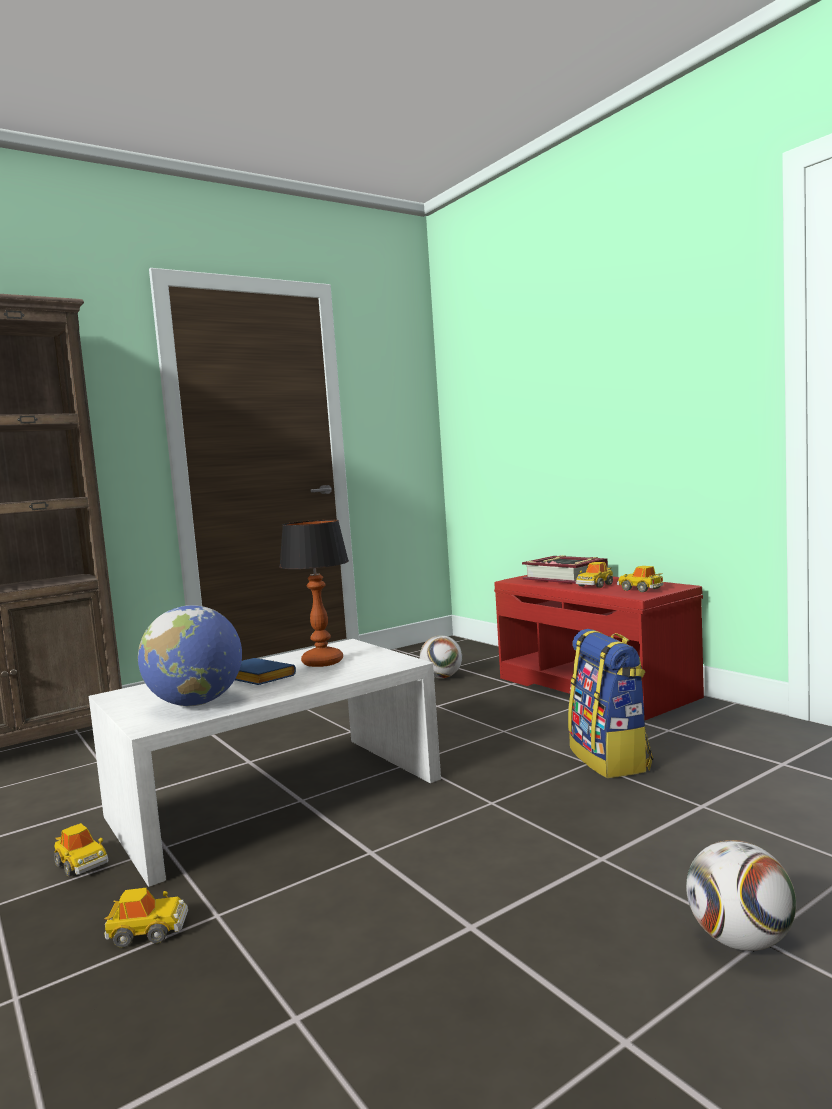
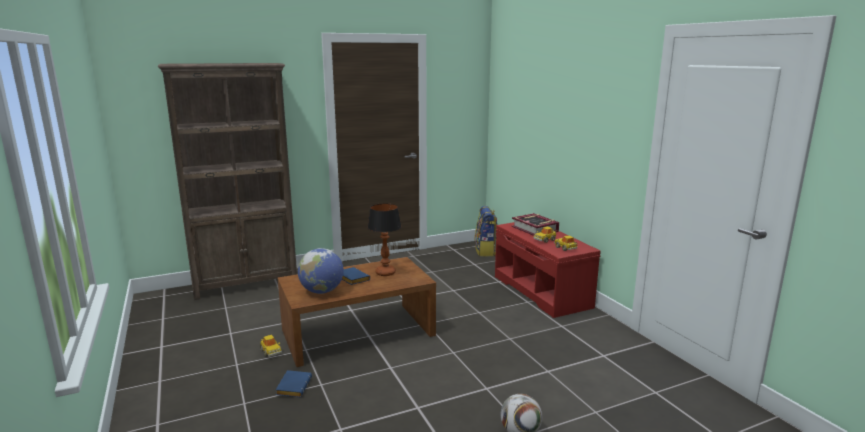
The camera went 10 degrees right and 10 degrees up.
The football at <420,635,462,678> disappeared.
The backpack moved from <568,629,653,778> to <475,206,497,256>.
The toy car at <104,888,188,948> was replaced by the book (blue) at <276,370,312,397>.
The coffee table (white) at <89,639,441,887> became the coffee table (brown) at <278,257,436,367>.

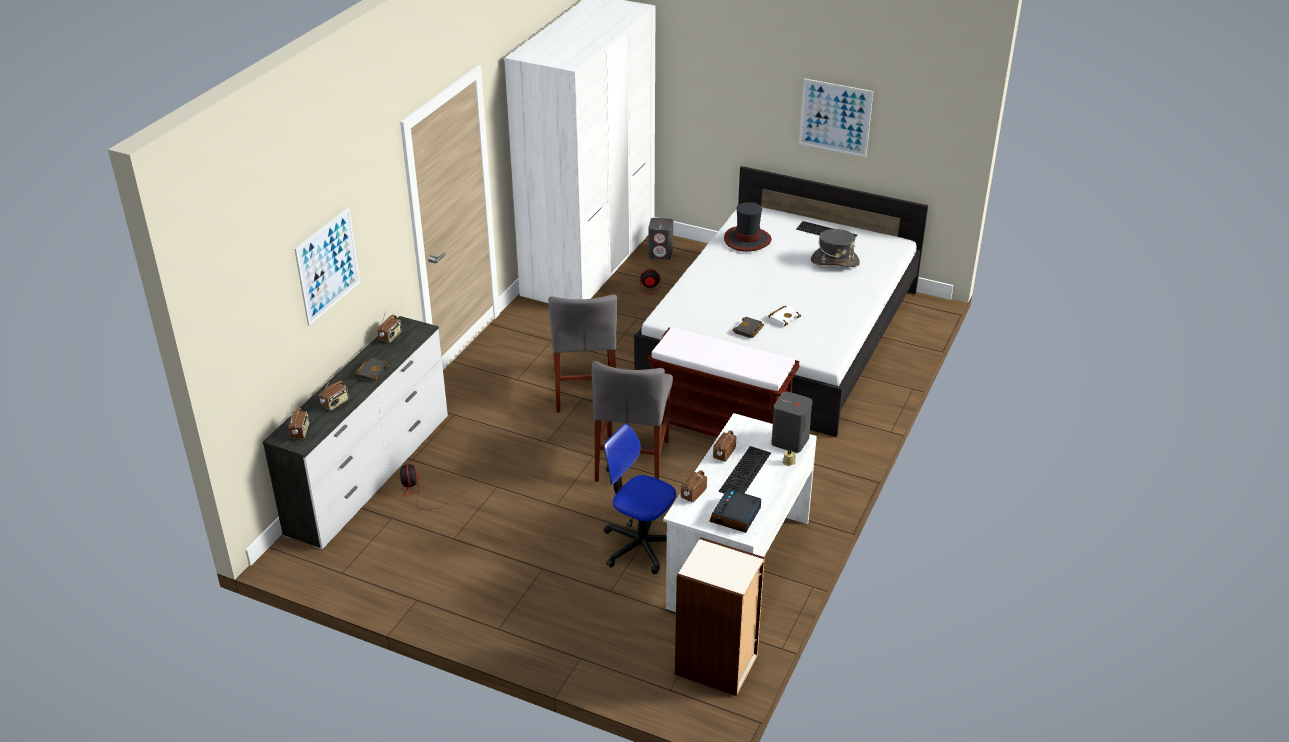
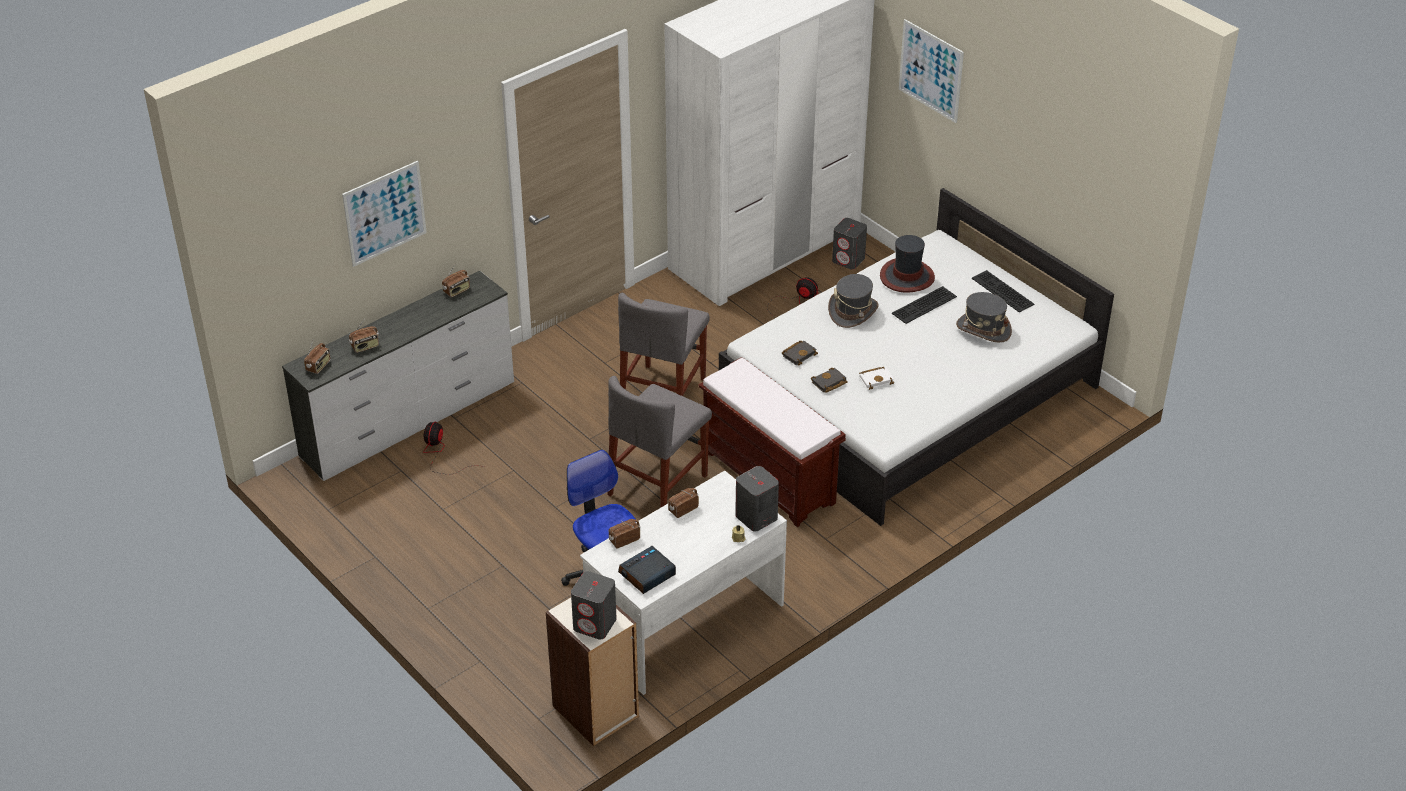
The camera went 25 degrees right and 5 degrees up.
The speaker (grey) at <571,571,617,640> appeared.
The hat (grey) at <828,274,879,328> appeared.
The book (black) moved from <354,358,390,382> to <782,341,818,366>.
The keyboard moved from <719,446,771,493> to <892,286,957,324>.
The picture moved from <799,78,873,157> to <899,19,964,123>.

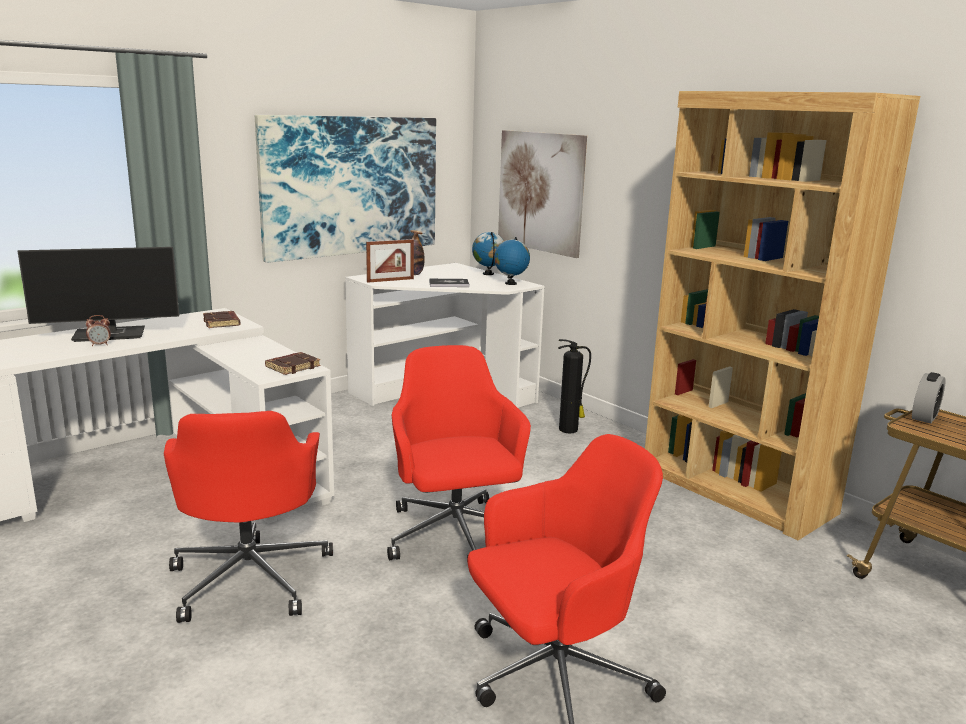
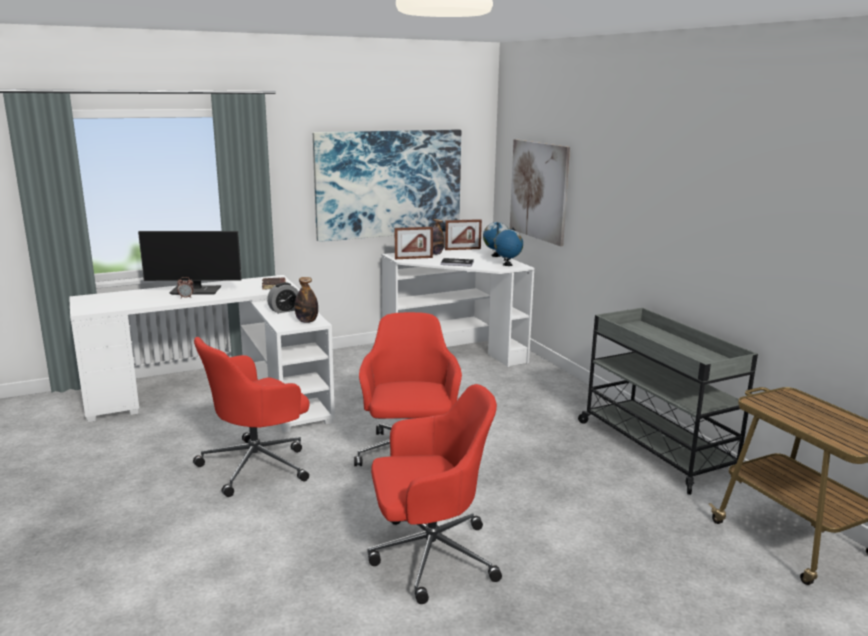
The camera went 15 degrees right and 0 degrees up.
The fire extinguisher at <558,339,591,433> disappeared.
The picture frame at <445,219,482,250> appeared.
The alarm clock moved from <912,372,946,423> to <267,282,299,314>.
The book (brown) at <265,352,321,375> was replaced by the bottle at <295,277,318,323>.
The bookcase (brown) at <645,91,920,540> was replaced by the cart (grey) at <578,308,758,495>.
The office chair (red) at <164,411,333,623> turned 45 degrees clockwise.

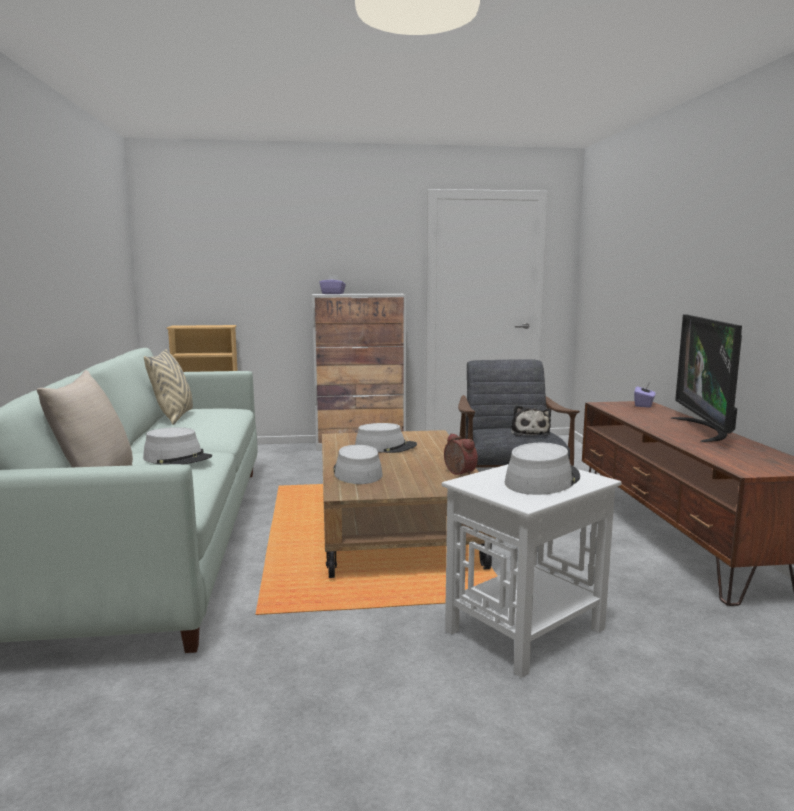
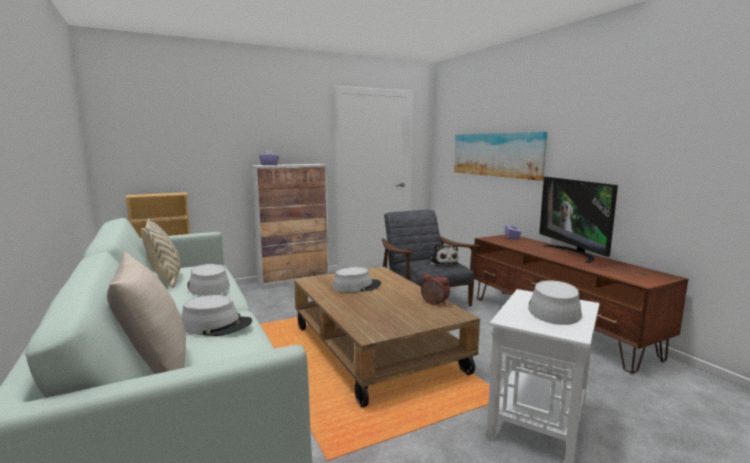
The camera went 20 degrees left and 0 degrees up.
The picture at <454,132,547,181> appeared.
The hat (grey) moved from <333,445,383,484> to <187,264,230,296>.

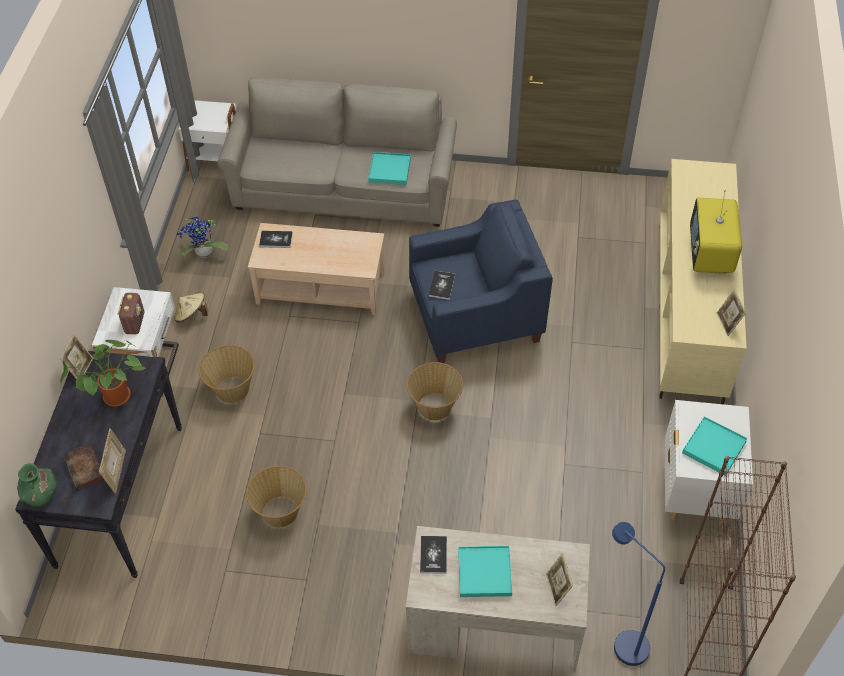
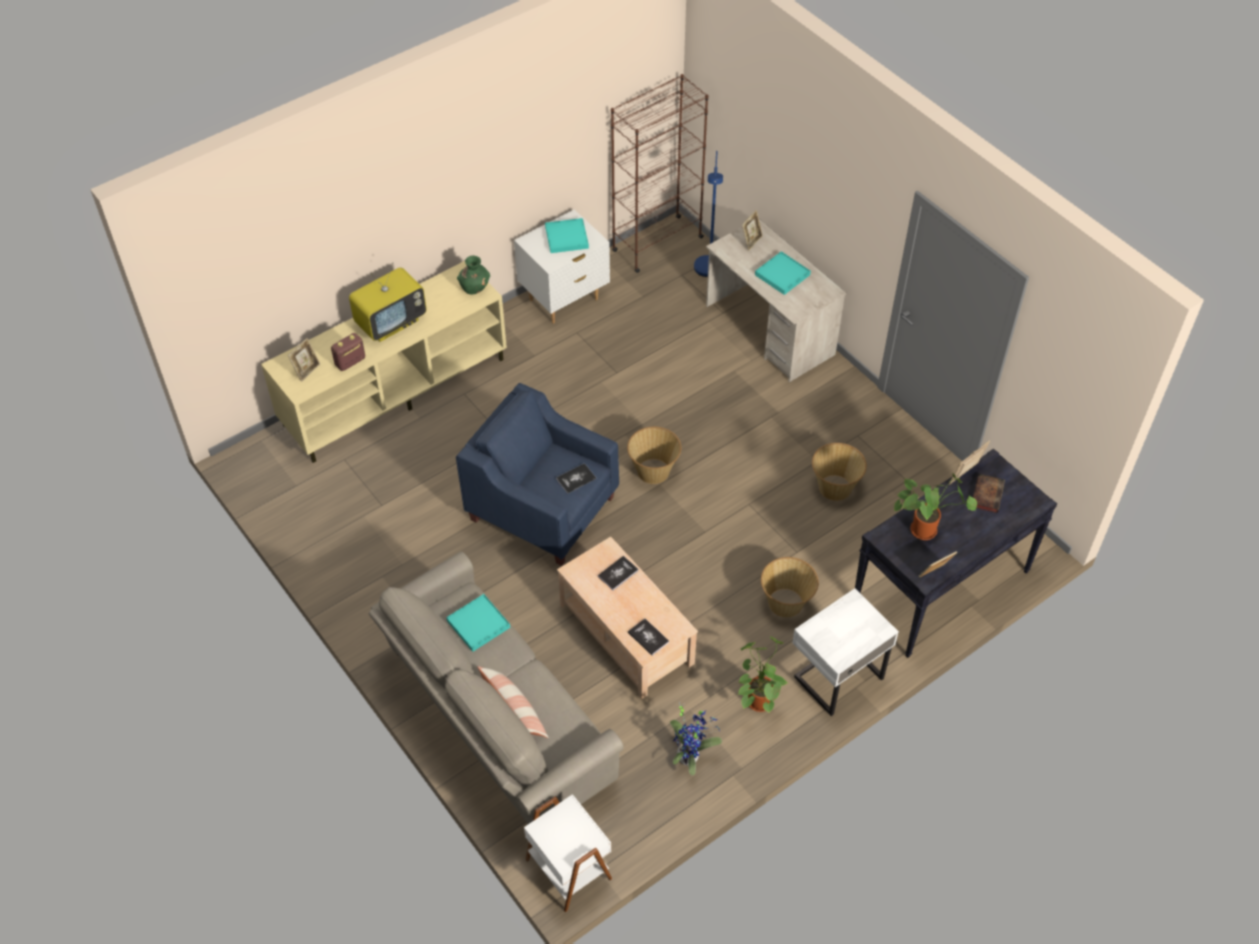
The camera went 135 degrees left and 0 degrees up.
The pillow at <477,666,549,738> appeared.
The vase (green) moved from <17,463,57,507> to <457,256,490,294>.
The radio moved from <117,293,144,334> to <331,333,365,371>.
The book moved from <420,536,447,574> to <598,556,639,590>.
The picture frame moved from <717,289,746,336> to <288,338,320,382>.
The hat (beige) at <175,293,208,322> was replaced by the potted plant at <738,636,788,712>.

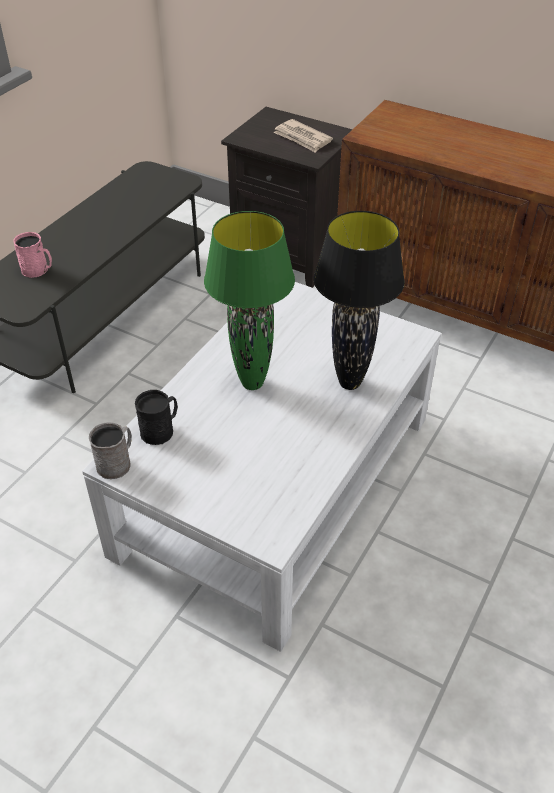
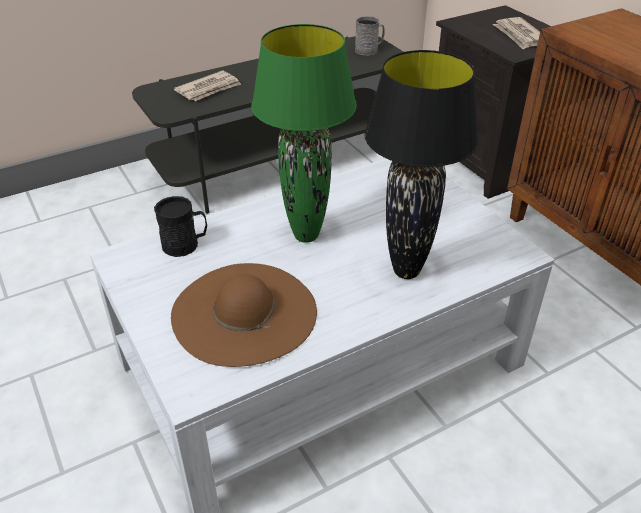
The camera went 30 degrees right and 5 degrees down.
The hat (brown) at <171,263,317,367> appeared.
The mug (grey) moved from <89,422,132,479> to <355,16,385,56>.
The mug (pink) at <13,232,52,278> was replaced by the newspaper at <174,71,241,101>.

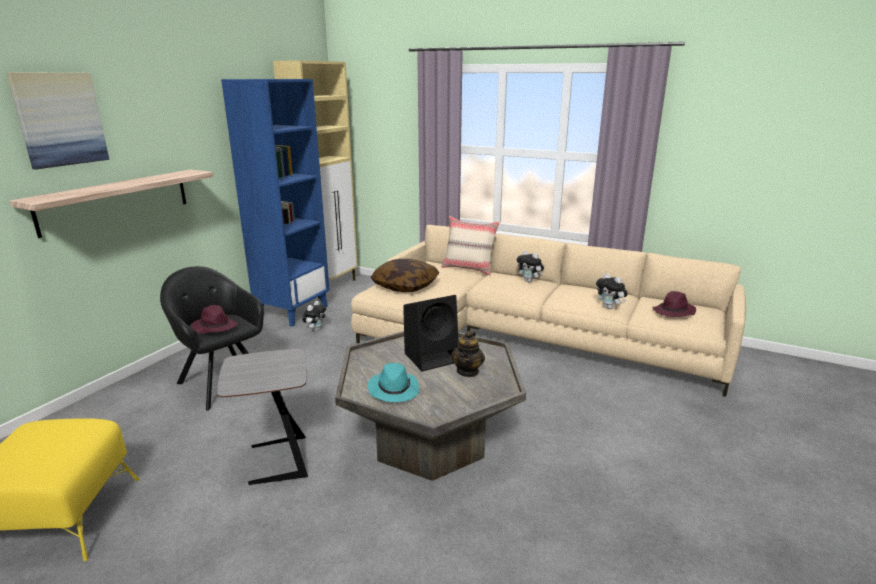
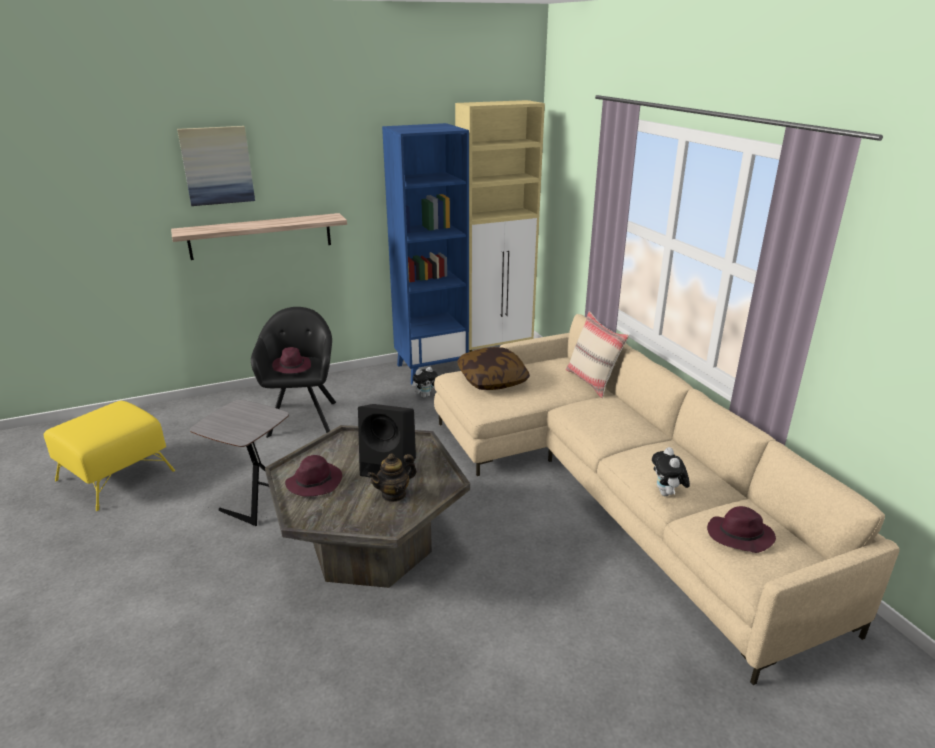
The camera went 40 degrees right and 5 degrees up.
The plush toy at <517,250,544,282> disappeared.
The hat (turquoise) at <368,363,419,402> became the hat (purple) at <285,455,342,497>.

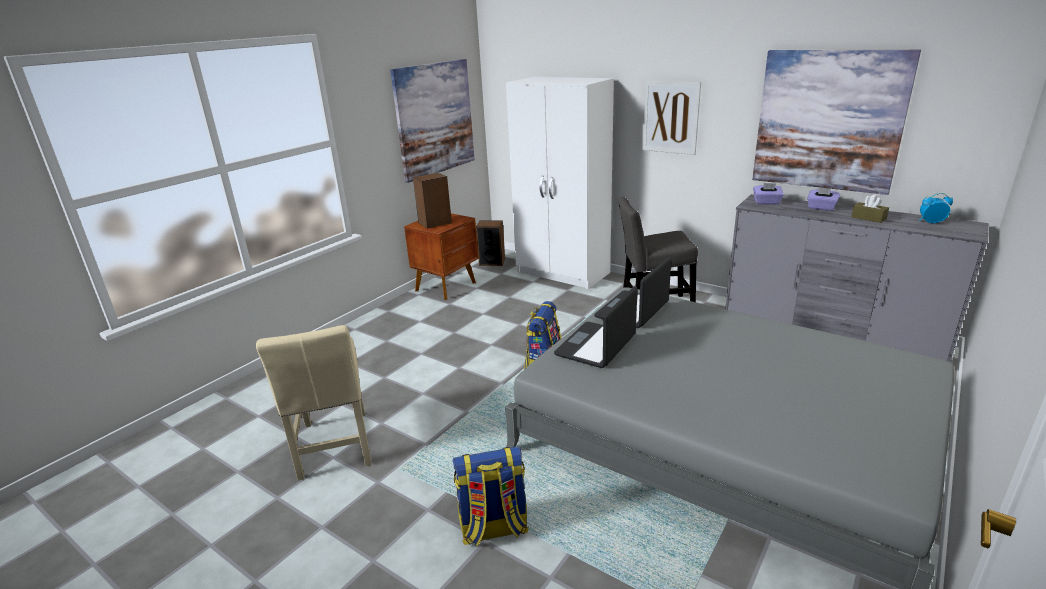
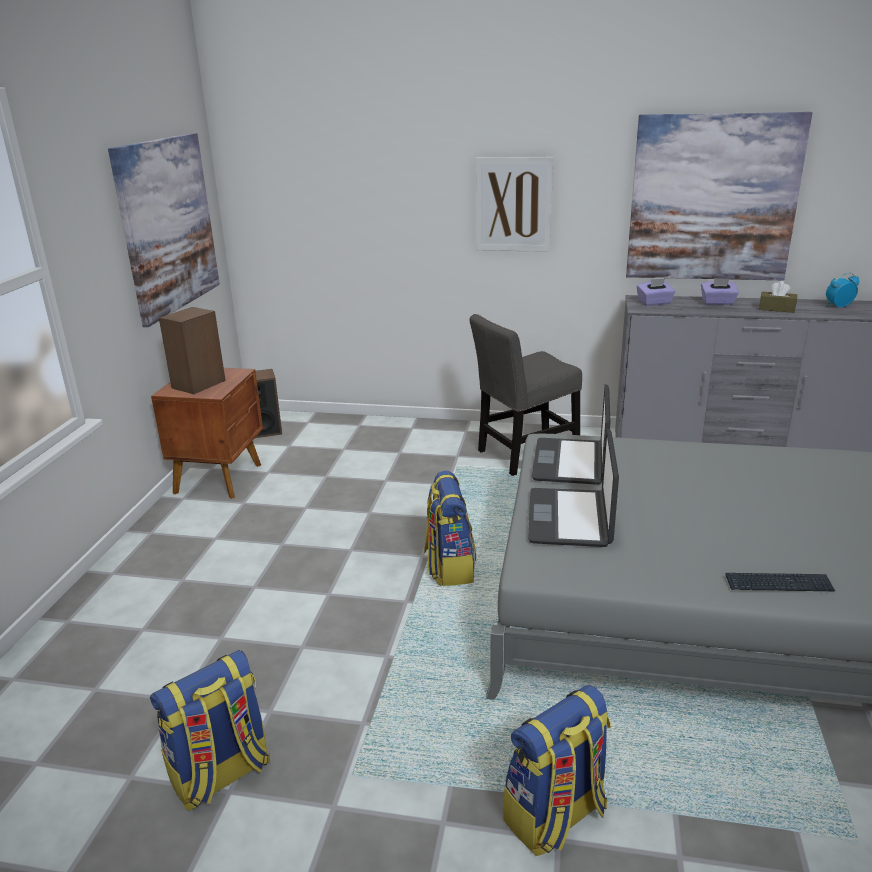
The camera went 25 degrees left and 0 degrees up.
The wardrobe (white) at <506,76,614,289> disappeared.
The keyboard at <726,573,835,591> appeared.
The chair (beige) at <256,325,371,481> was replaced by the backpack at <150,650,270,811>.

